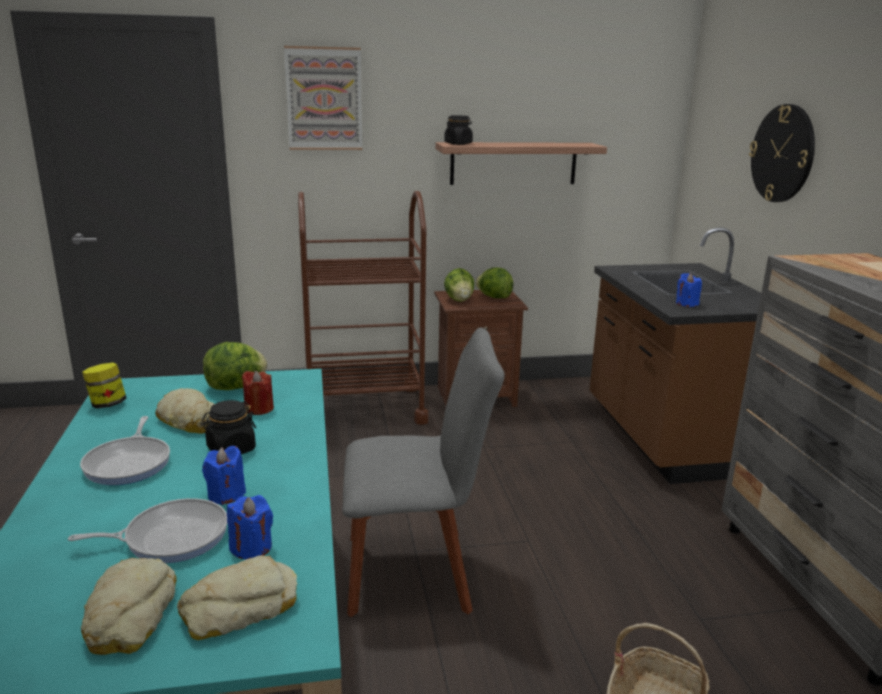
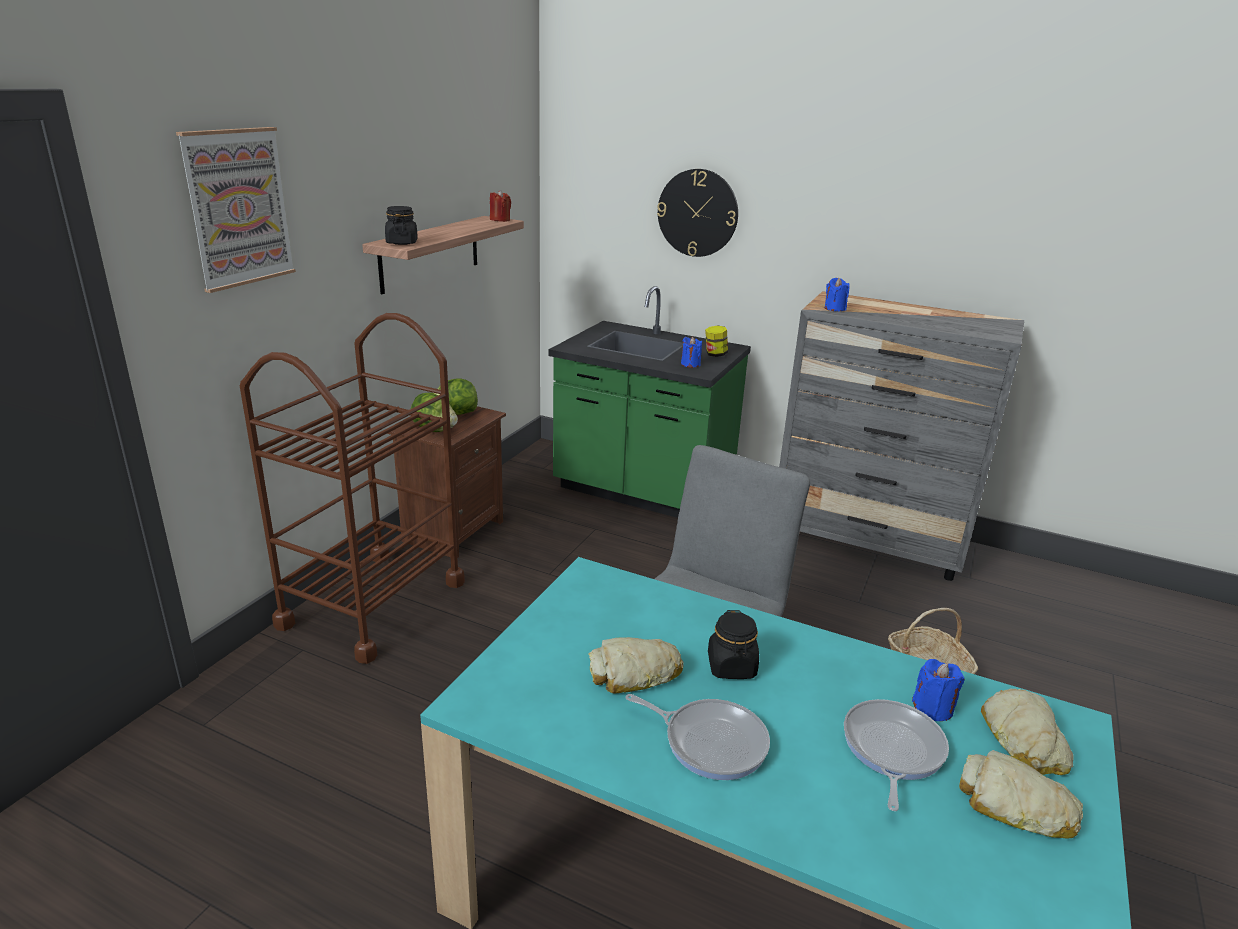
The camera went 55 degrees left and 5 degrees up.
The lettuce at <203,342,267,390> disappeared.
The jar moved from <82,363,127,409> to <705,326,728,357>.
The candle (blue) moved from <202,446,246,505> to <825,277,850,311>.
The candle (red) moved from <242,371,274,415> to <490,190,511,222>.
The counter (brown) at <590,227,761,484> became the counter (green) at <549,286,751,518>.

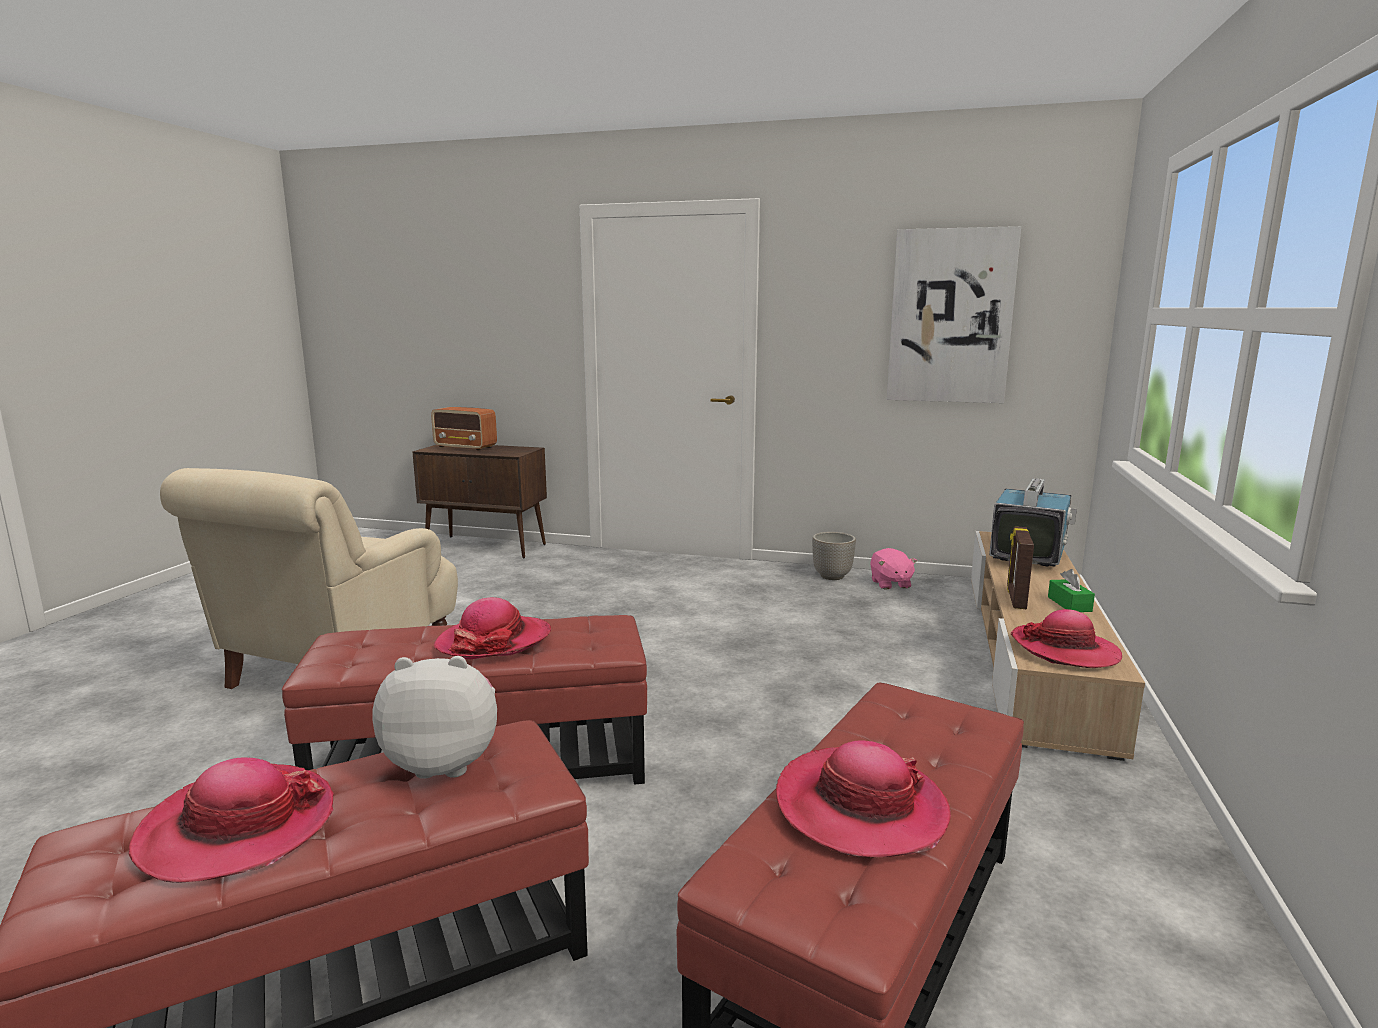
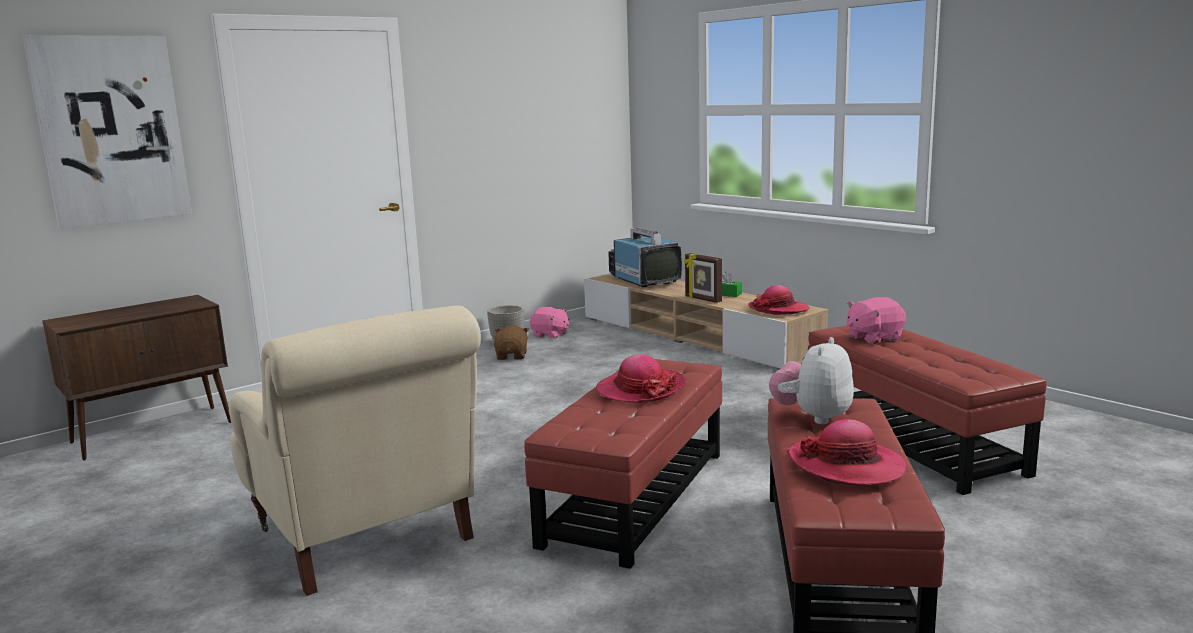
The camera went 55 degrees left and 0 degrees up.
The radio at <431,407,497,451> disappeared.
The hat at <776,740,951,857> disappeared.
The plush toy (brown) at <494,325,529,360> appeared.
The plush toy (pink) at <847,297,906,344> appeared.
The picture moved from <887,226,1021,403> to <22,35,192,229>.

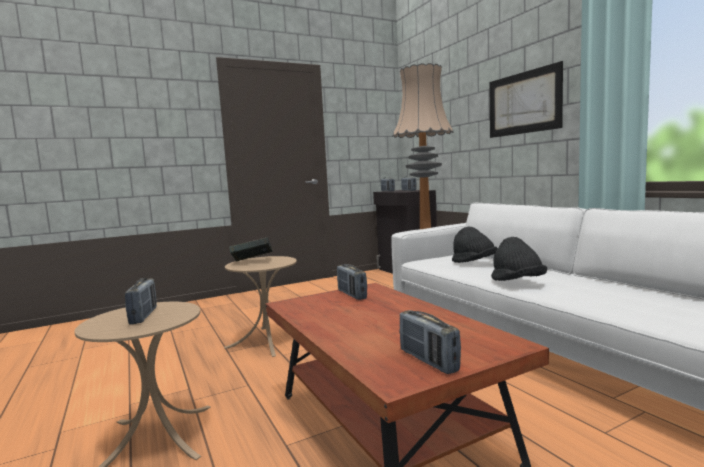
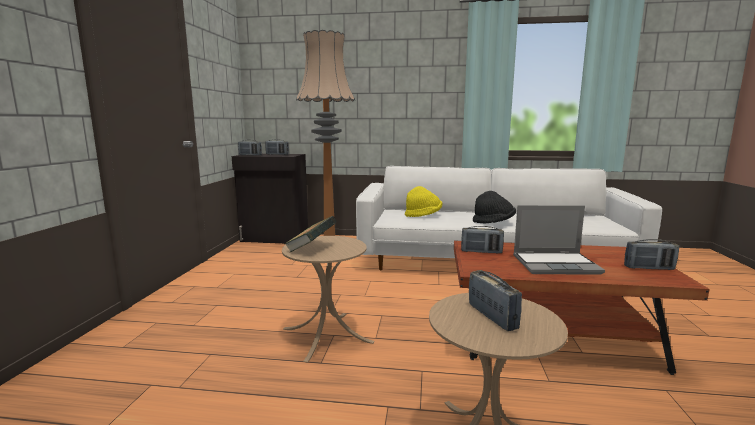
The camera went 55 degrees left and 5 degrees up.
The picture at <489,61,563,138> disappeared.
The laptop at <513,205,605,275> appeared.
The hat (black) at <452,226,498,263> became the hat (yellow) at <405,186,442,217>.
The radio at <125,278,157,324> turned 45 degrees clockwise.

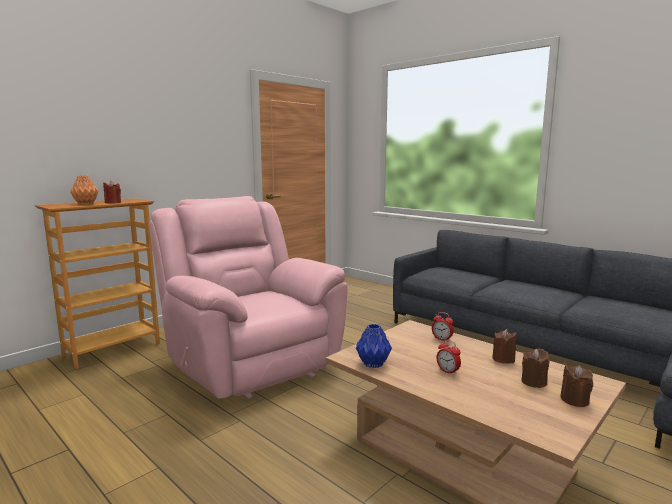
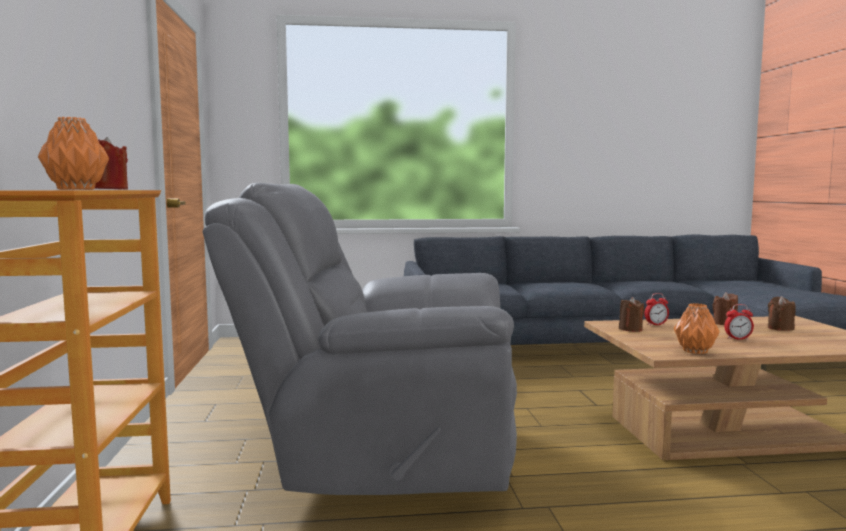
The camera went 50 degrees left and 5 degrees down.
The candle (brown) moved from <561,364,593,407> to <619,297,645,332>.
The armchair (pink) at <149,196,347,399> became the armchair (grey) at <202,183,517,495>.
The vase (blue) at <356,324,392,368> became the vase (orange) at <674,303,720,354>.

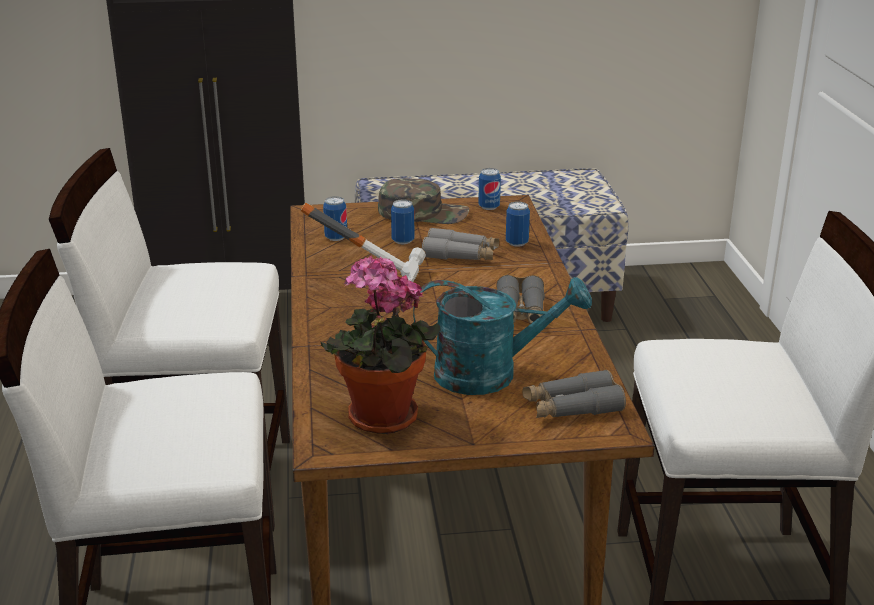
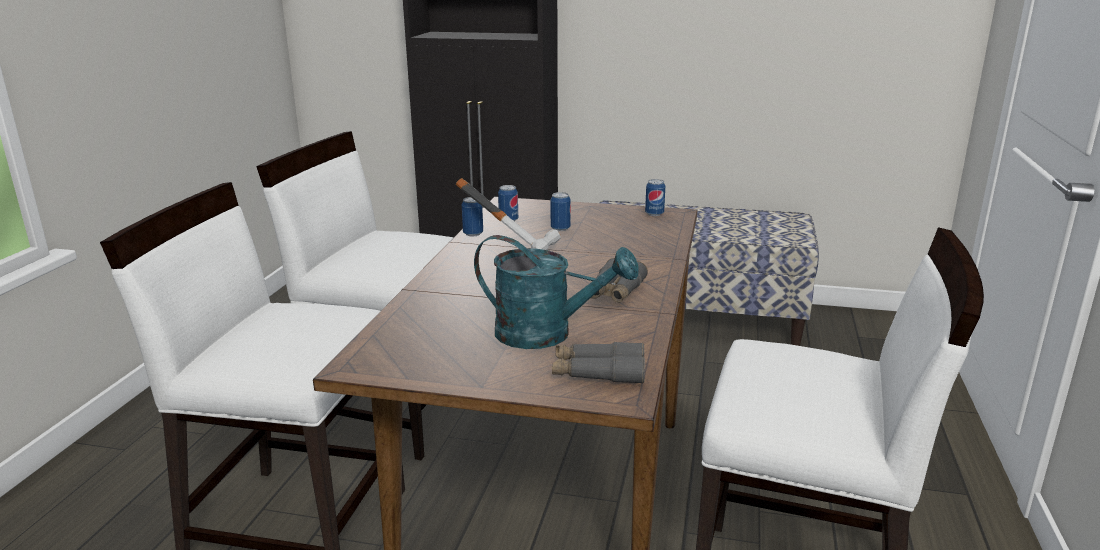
The camera went 20 degrees right and 5 degrees down.
The potted plant at <321,255,440,434> disappeared.
The cap (green) at <378,178,469,224> disappeared.
The binoculars (grey) at <422,228,499,260> disappeared.
The can moved from <506,201,530,247> to <462,197,483,237>.

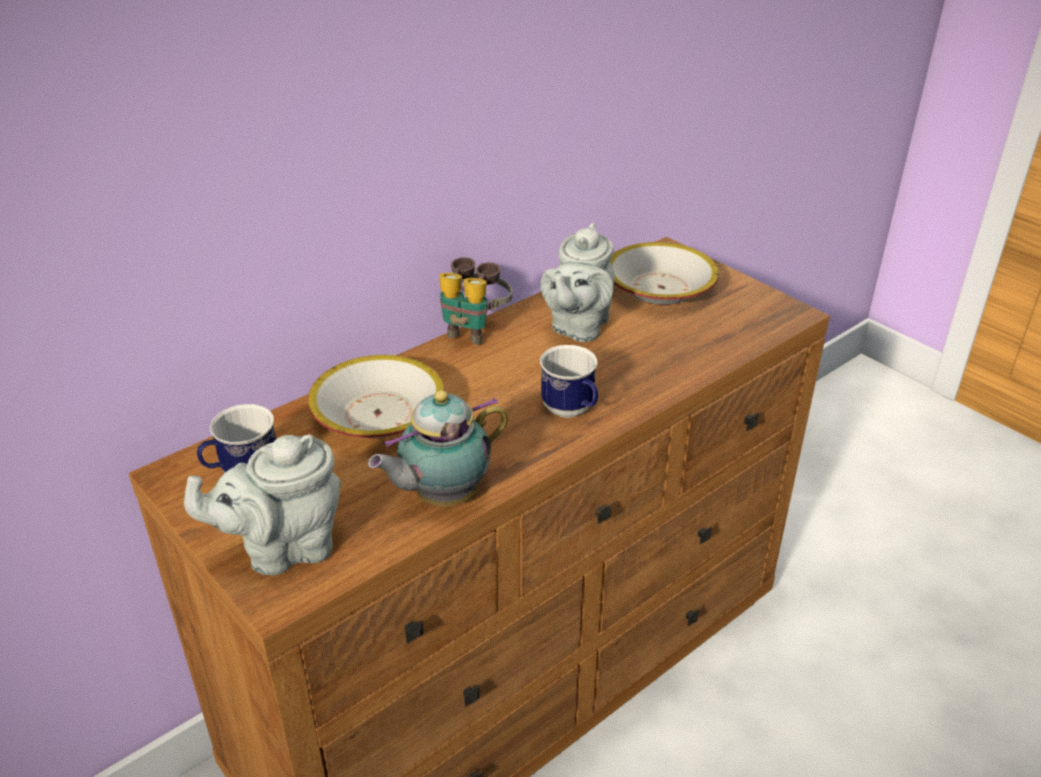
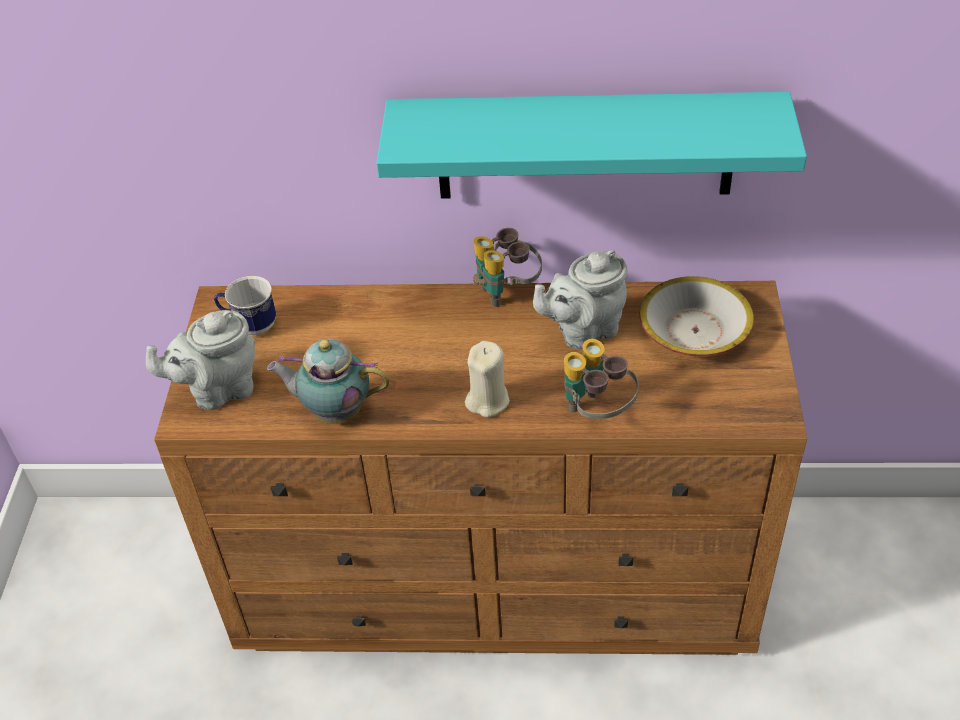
The camera went 45 degrees right and 10 degrees up.
The bowl at <308,355,445,438> disappeared.
The shelf (turquoise) at <376,92,807,198> appeared.
The binoculars at <564,339,639,419> appeared.
The mug at <540,345,598,417> was replaced by the candle (beige) at <465,341,510,417>.
The teapot (grey) at <184,434,341,575> turned 45 degrees counterclockwise.

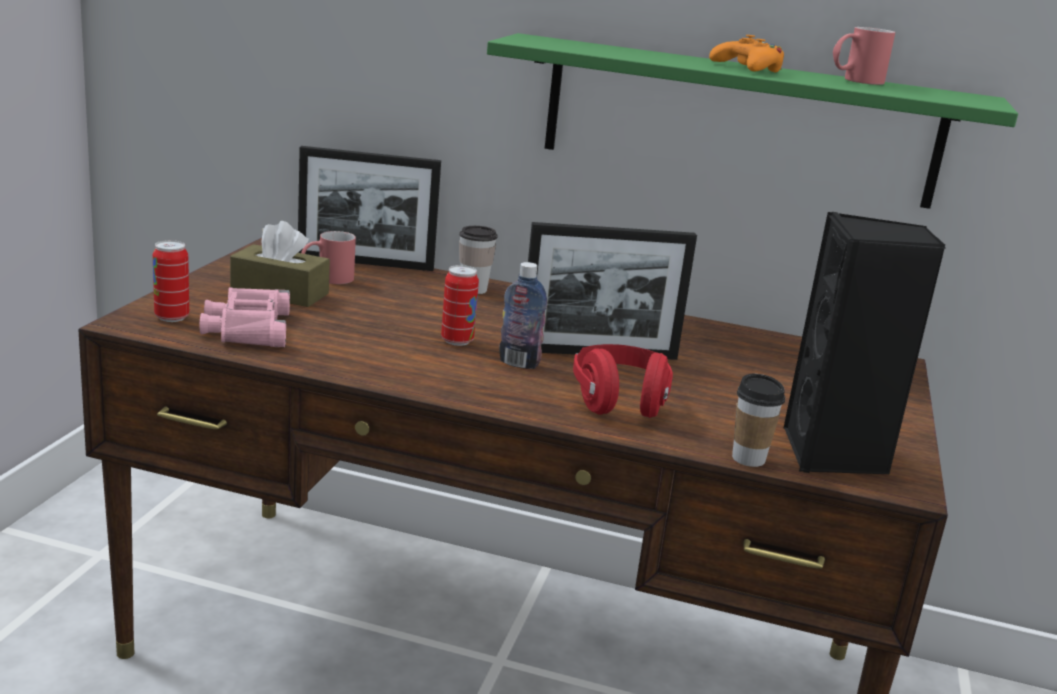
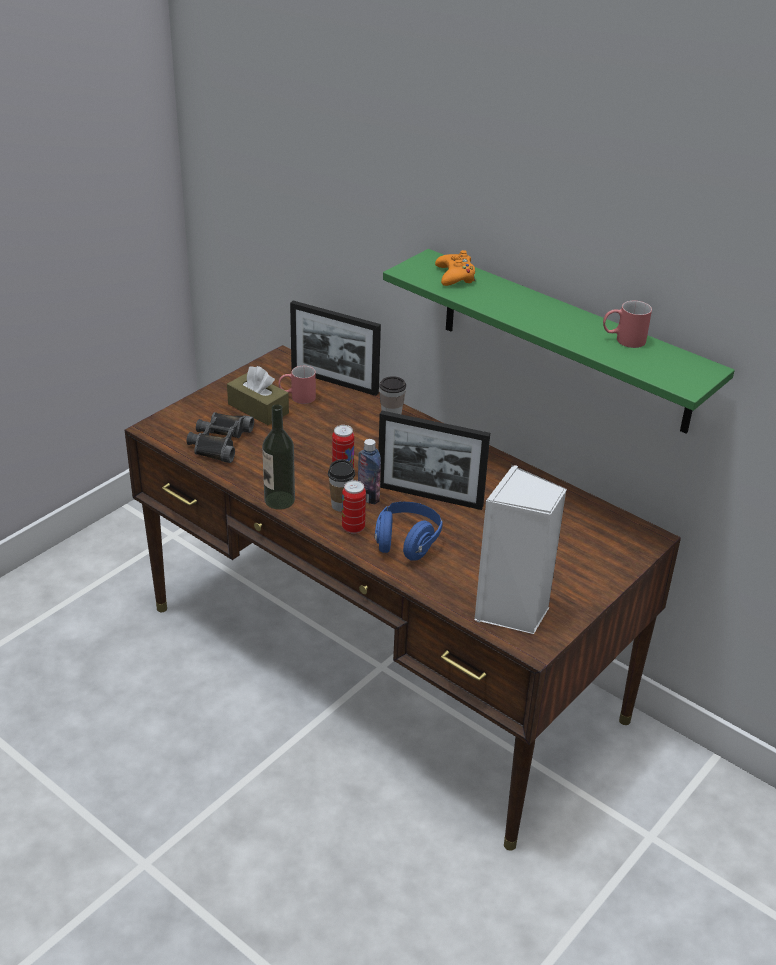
The camera went 25 degrees right and 15 degrees up.
The bottle at <262,404,295,510> appeared.
The can moved from <153,240,189,322> to <342,480,366,534>.
The game controller (orange) moved from <709,35,784,72> to <435,250,476,286>.
The cup moved from <732,373,785,467> to <328,460,355,512>.
The binoculars (pink) at <200,287,290,347> became the binoculars (black) at <187,412,254,463>.
The headphones (red) at <573,344,673,418> became the headphones (blue) at <375,502,443,561>.
The speaker (black) at <783,212,946,474> became the speaker (white) at <474,465,567,634>.

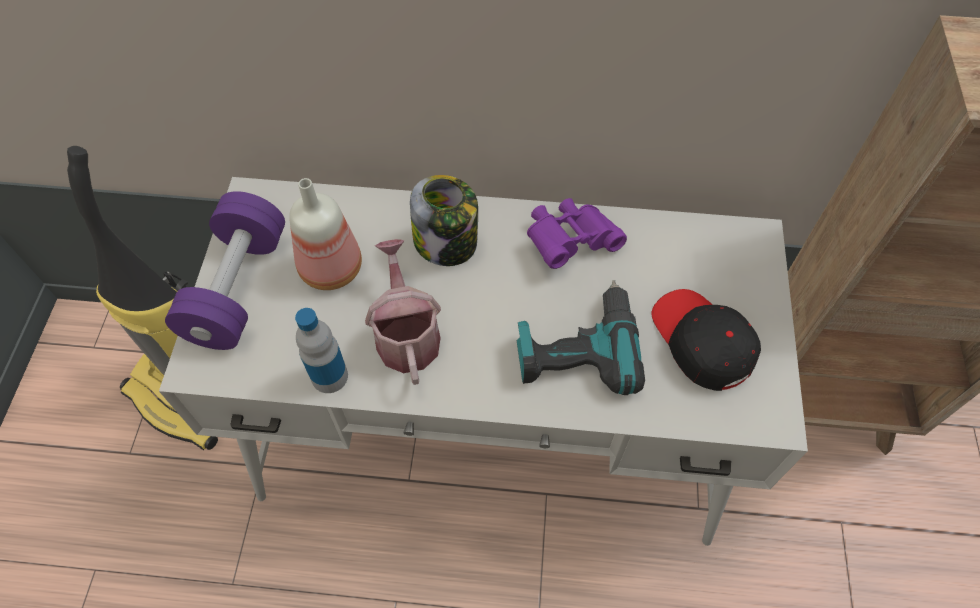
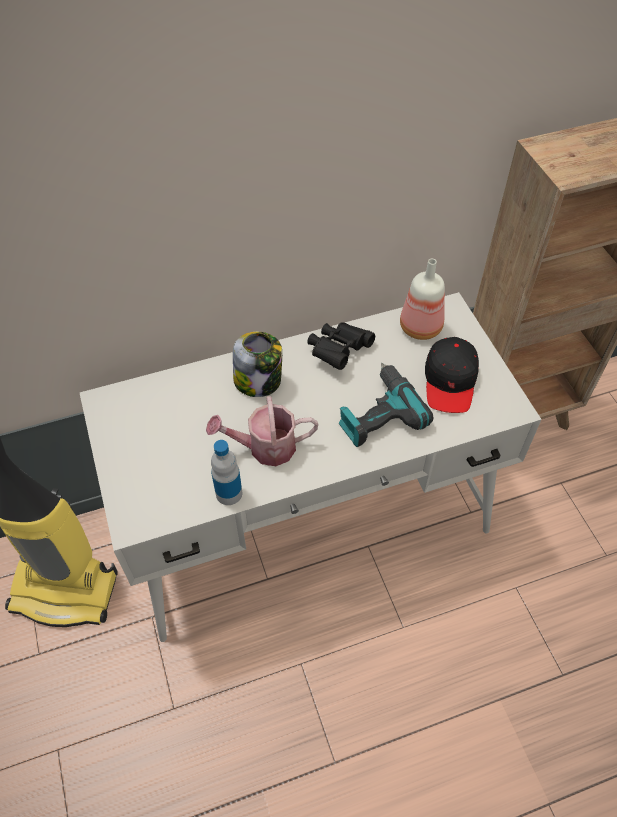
The camera went 25 degrees left and 5 degrees down.
The dumbbell (purple) at <165,191,285,350> disappeared.
The bottle moved from <289,178,362,290> to <400,259,445,340>.
The binoculars (purple) at <527,198,627,269> became the binoculars (black) at <307,322,375,370>.
The watering can at <365,239,441,385> turned 60 degrees counterclockwise.
The cap (black) at <651,289,761,391> turned 120 degrees counterclockwise.

